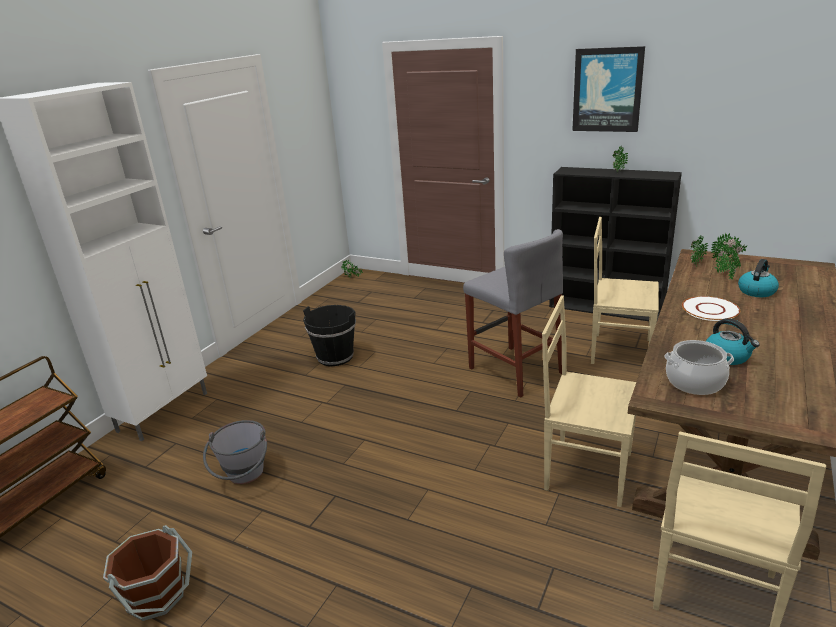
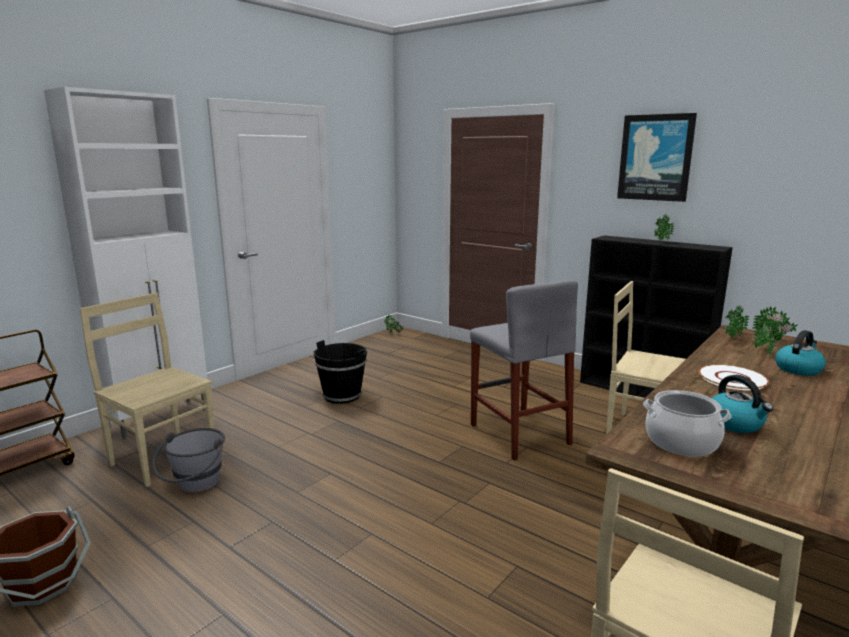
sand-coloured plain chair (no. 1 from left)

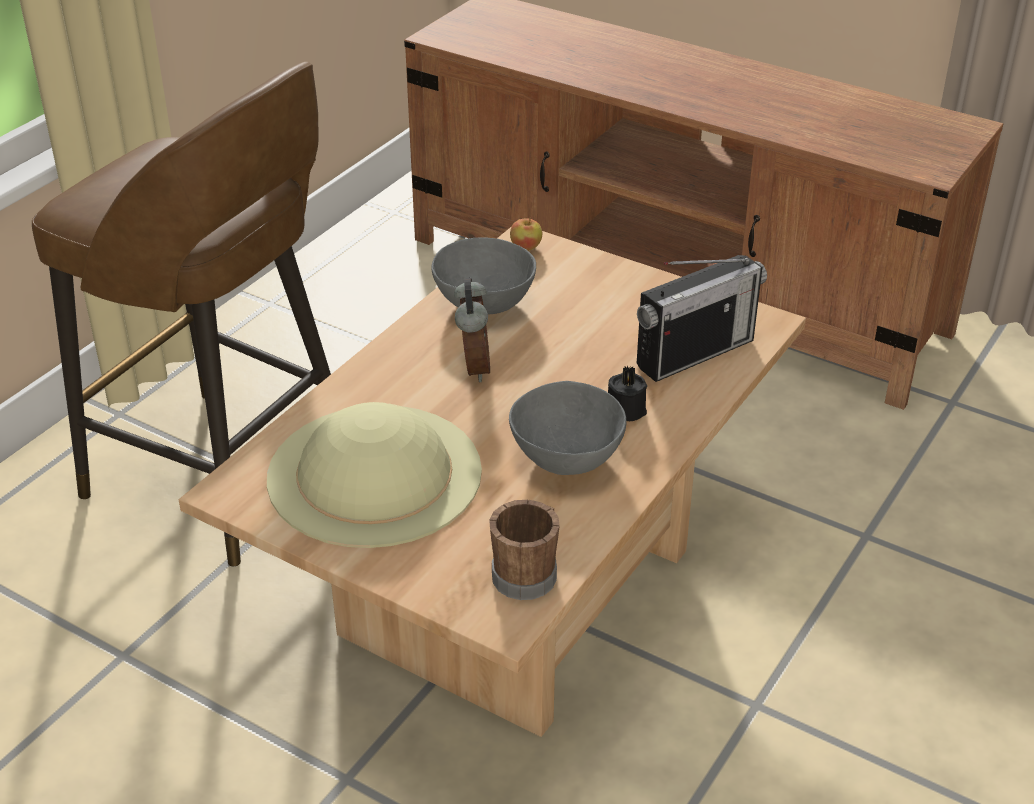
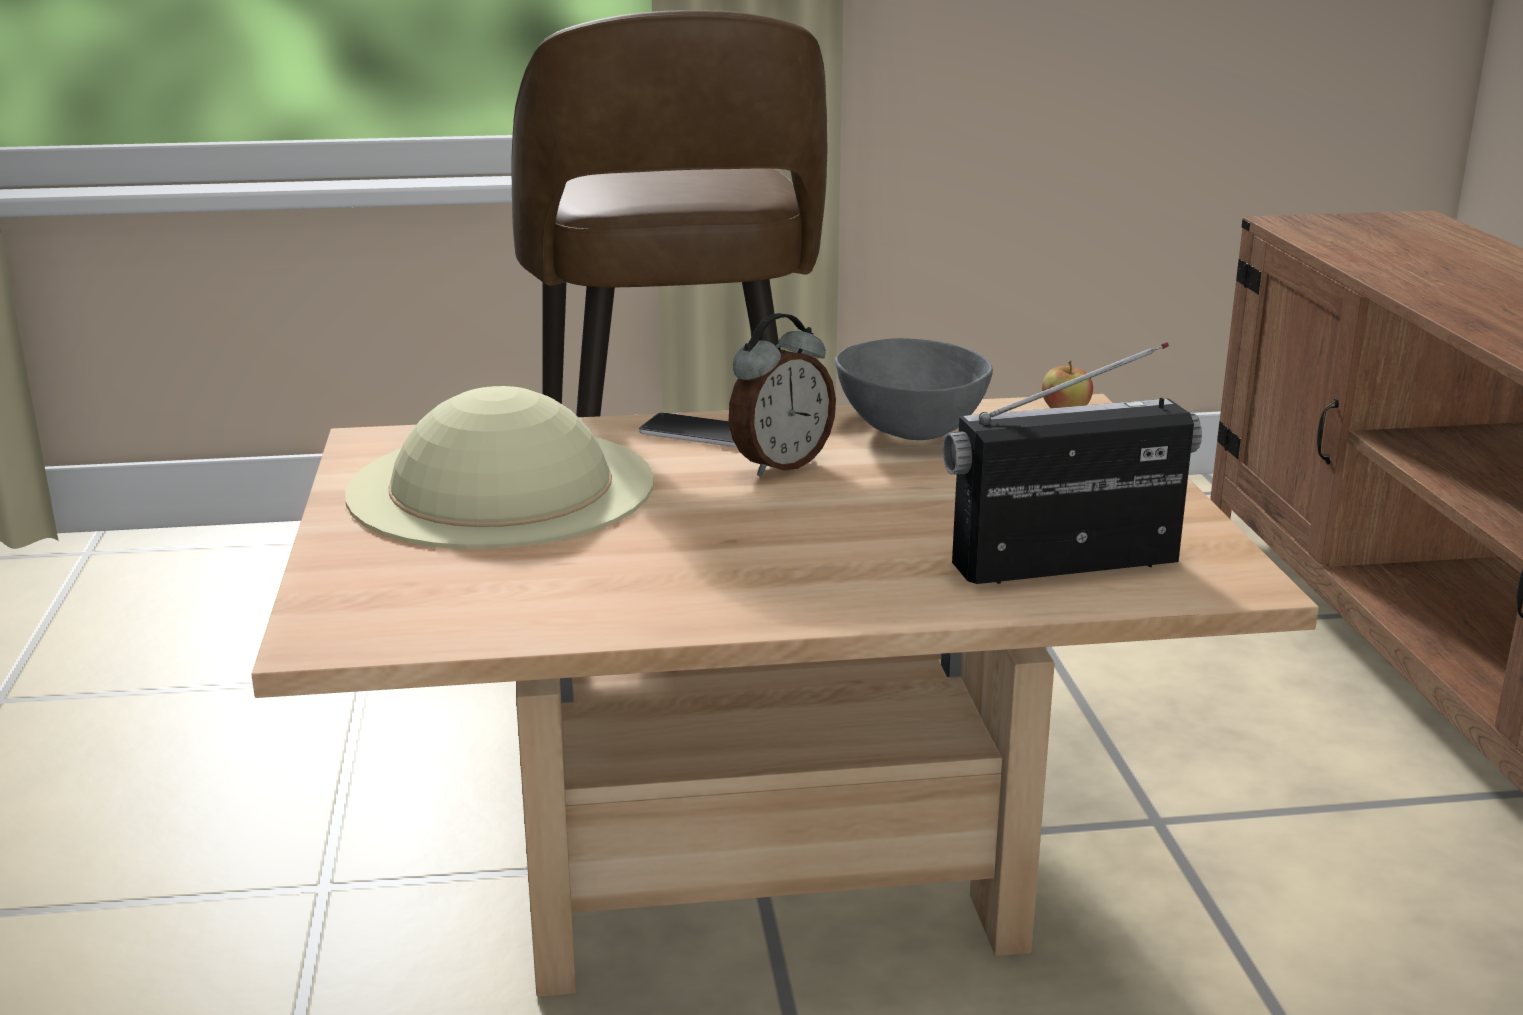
brownish mug
gray serving bowl (no. 2 from left in the first image)
black-coloured candle
handset
radio receiver

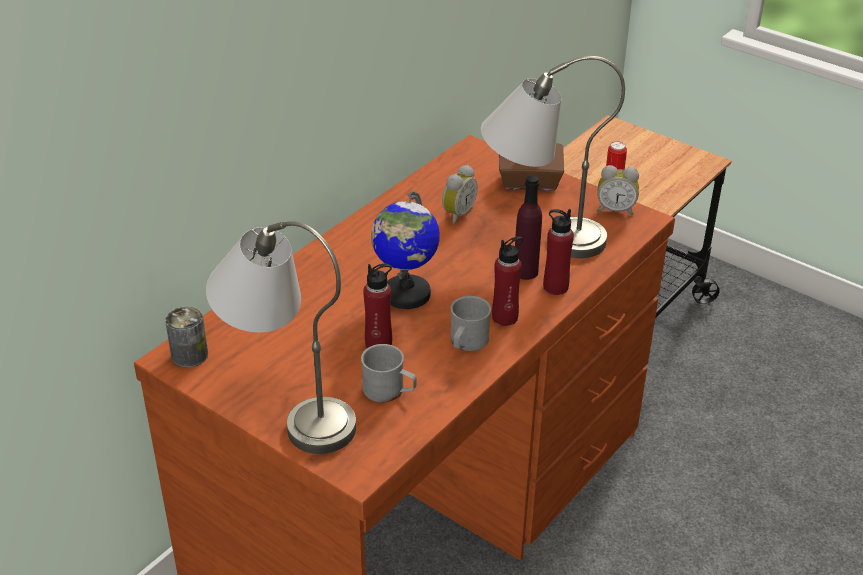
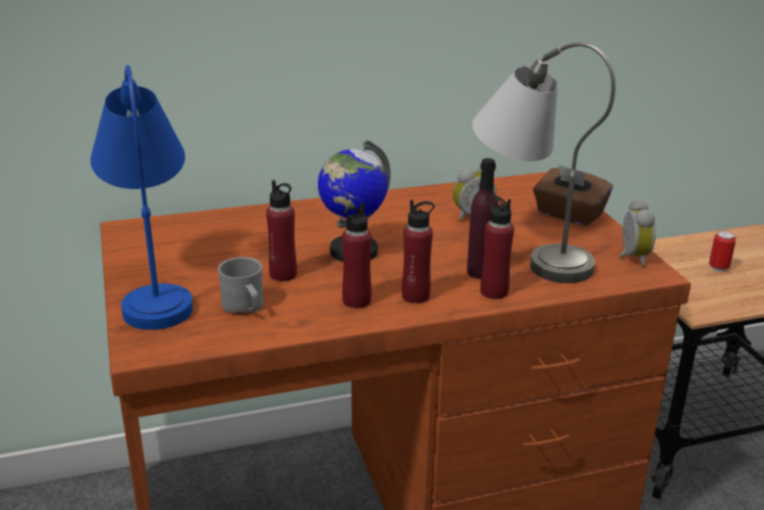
can (no. 1 from left in the first image)
red bottle (no. 2 from left)
blue-coloured table lamp
table clock (no. 2 from left)

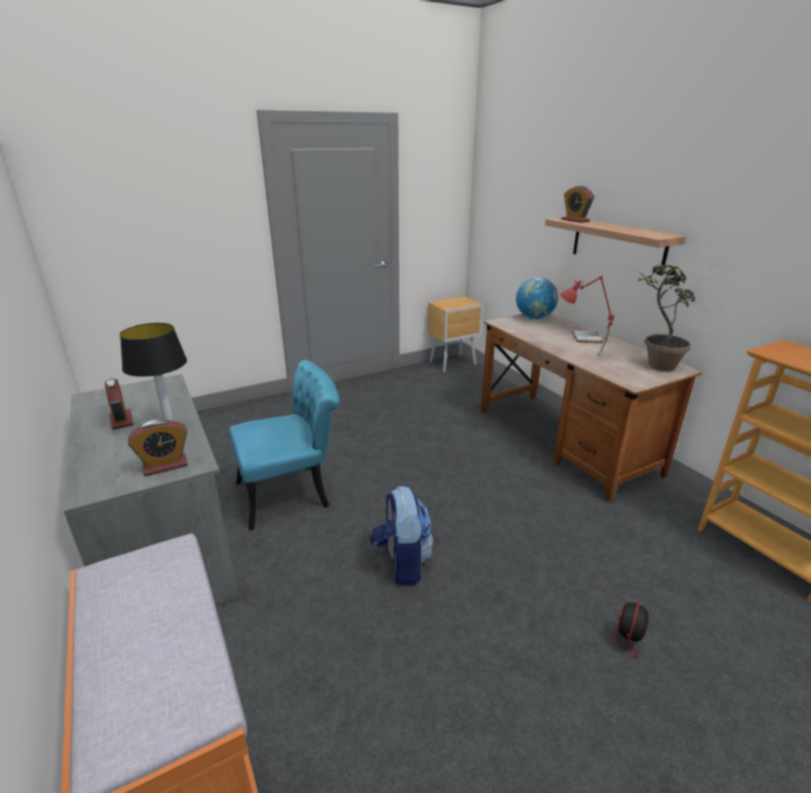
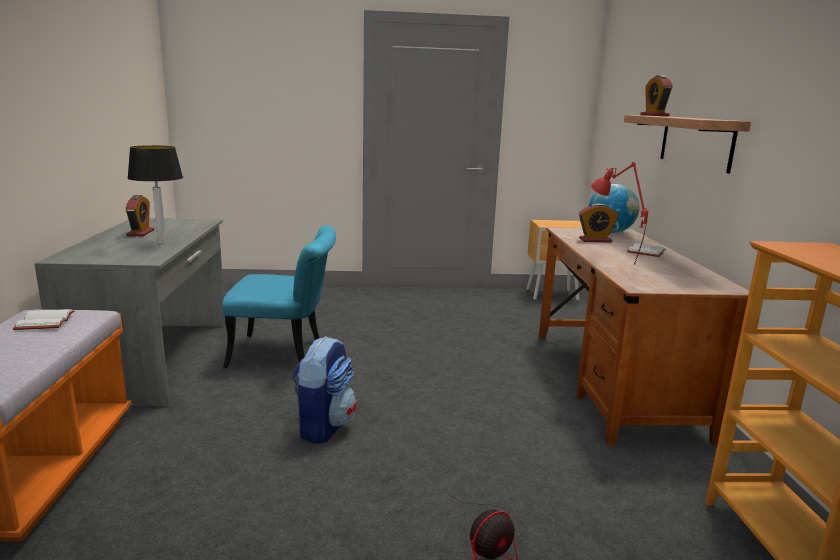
potted plant
white-coloured book (no. 1 from left)
table clock (no. 2 from left)

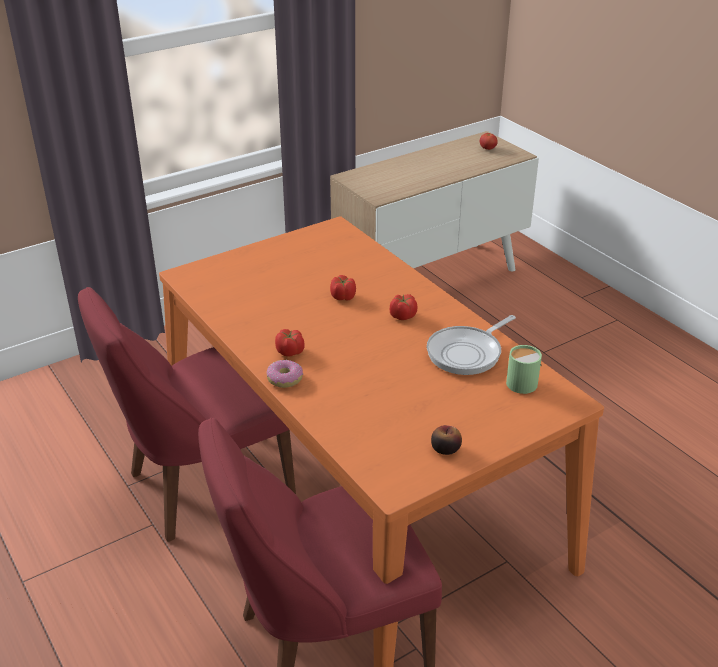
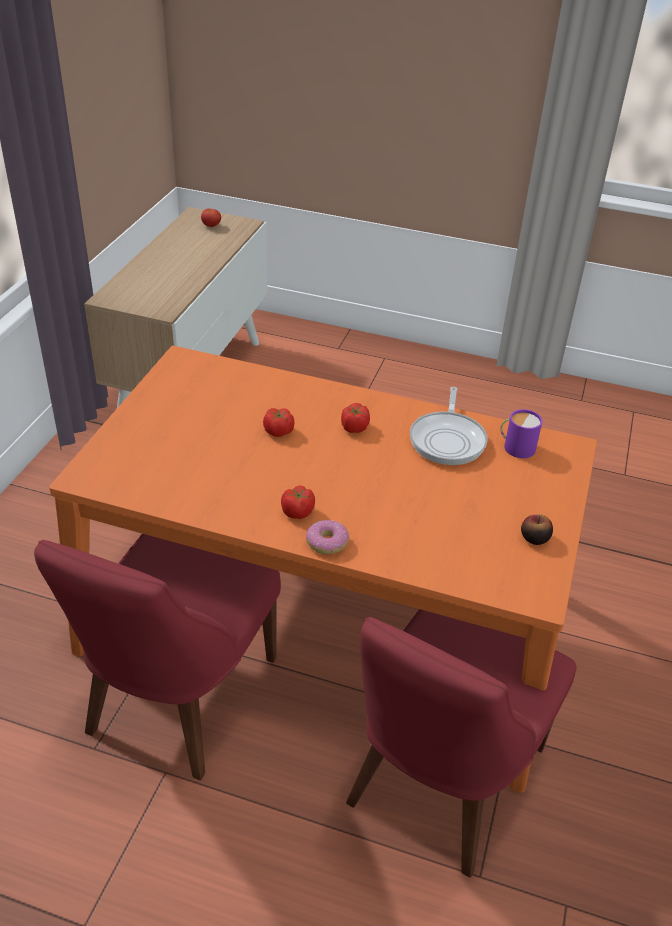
purplish mug

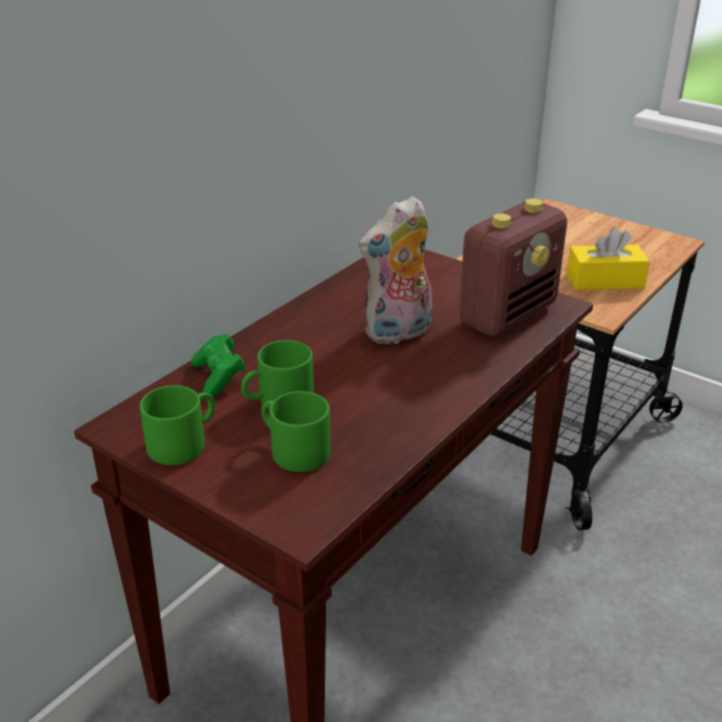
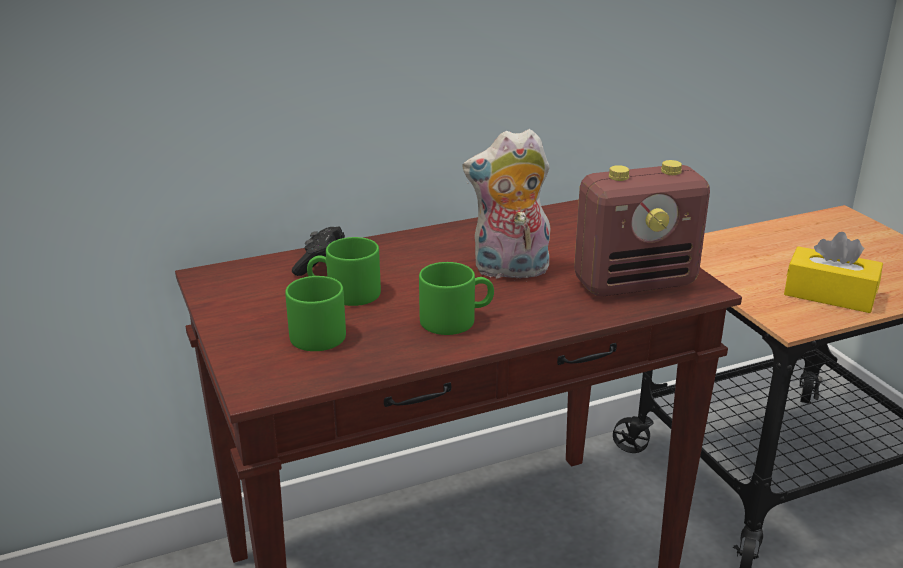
green-coloured mug (no. 3 from left)
black-coloured gamepad

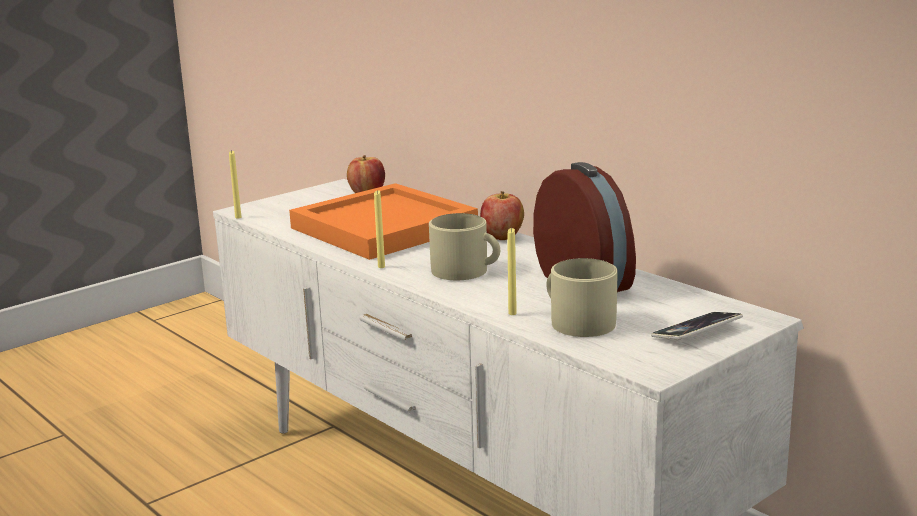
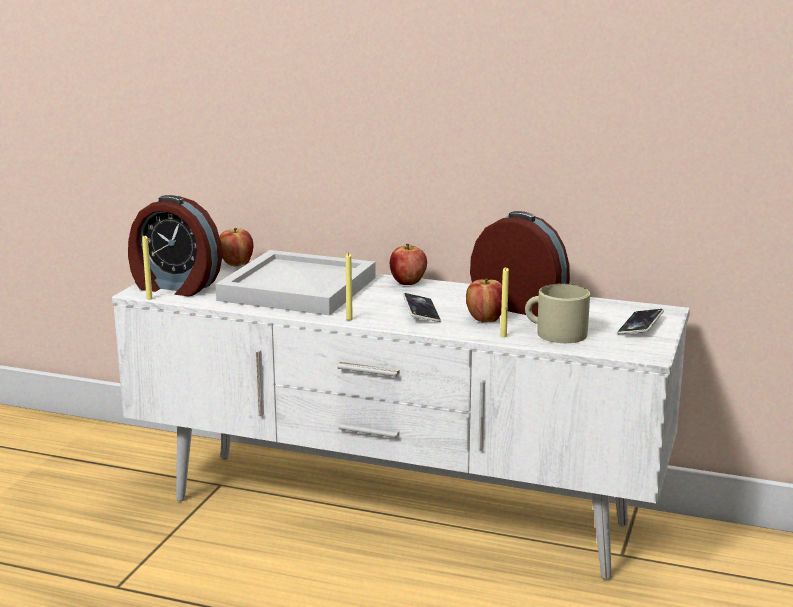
table clock (no. 1 from left)
apple fruit (no. 3 from left)
handset (no. 1 from left)
white-coloured tray

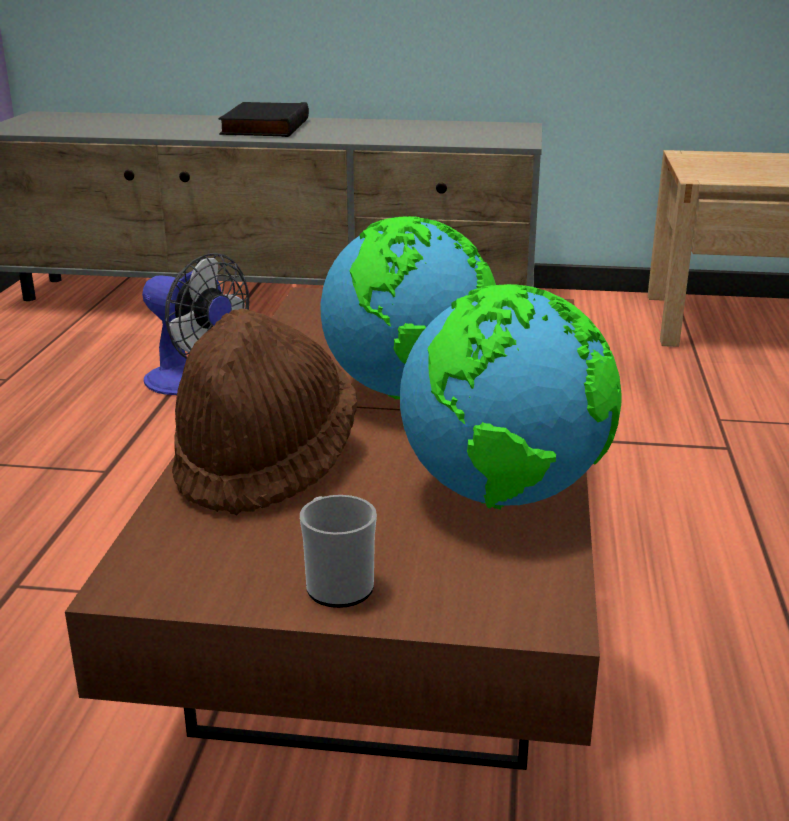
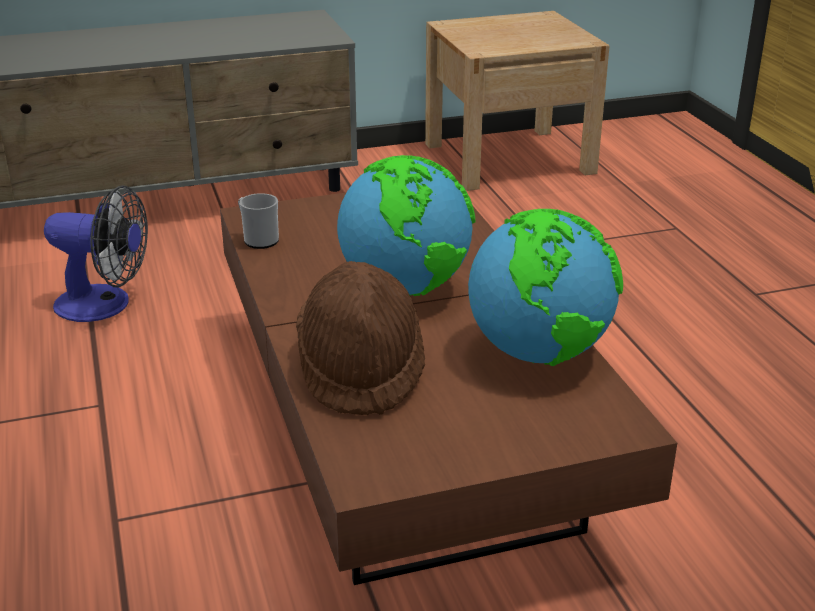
black-coloured book
mug

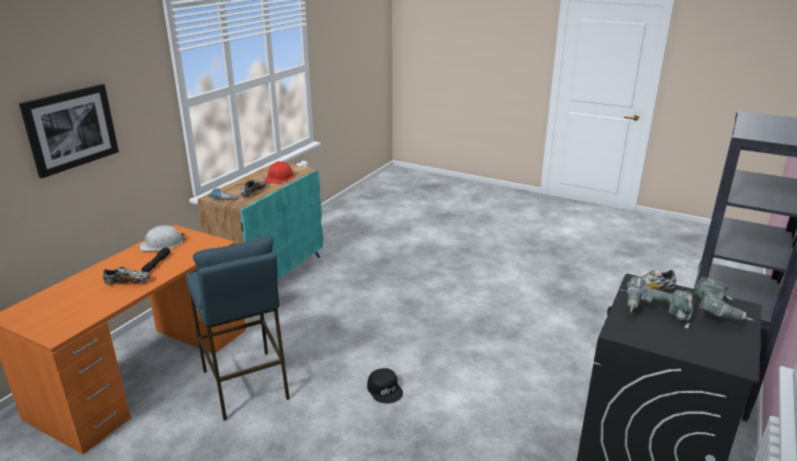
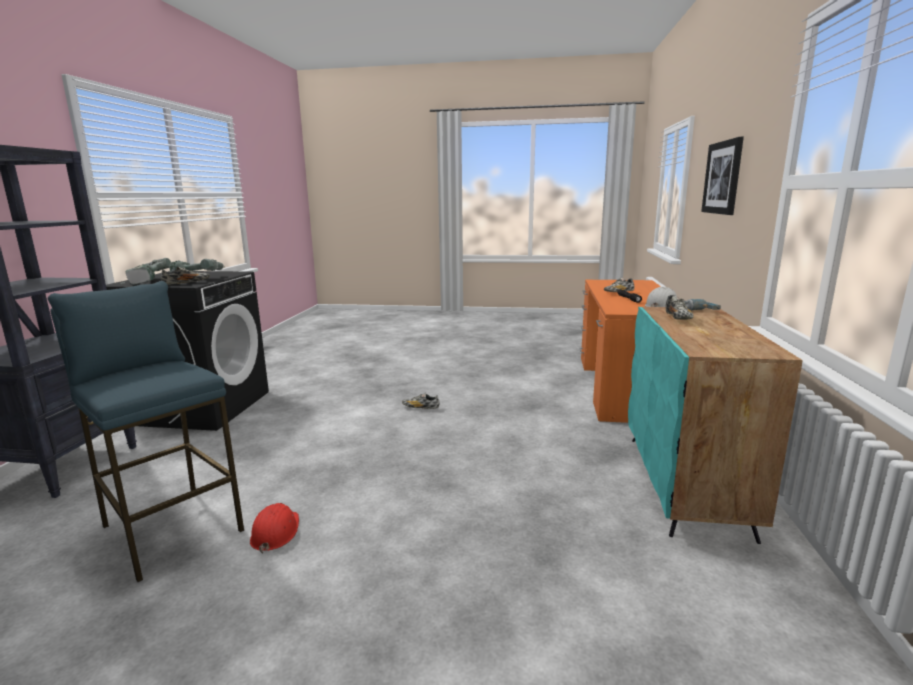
blue-coloured sitting stool
red safety helmet
shoe (no. 2 from left)

